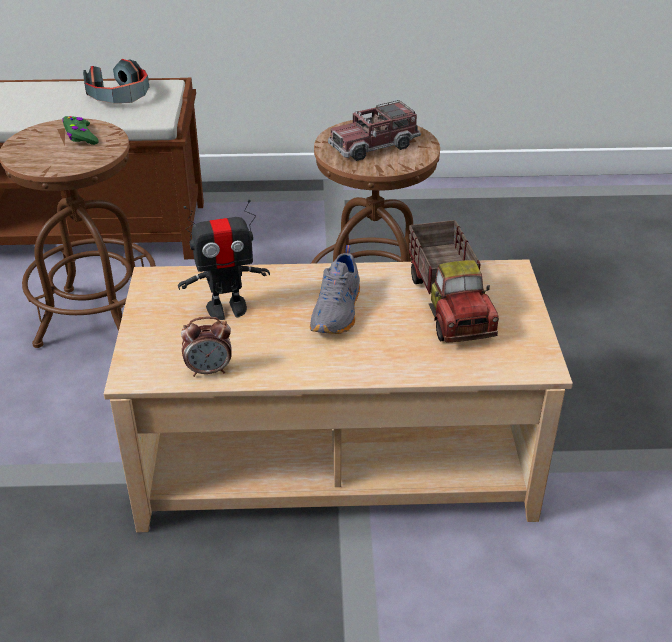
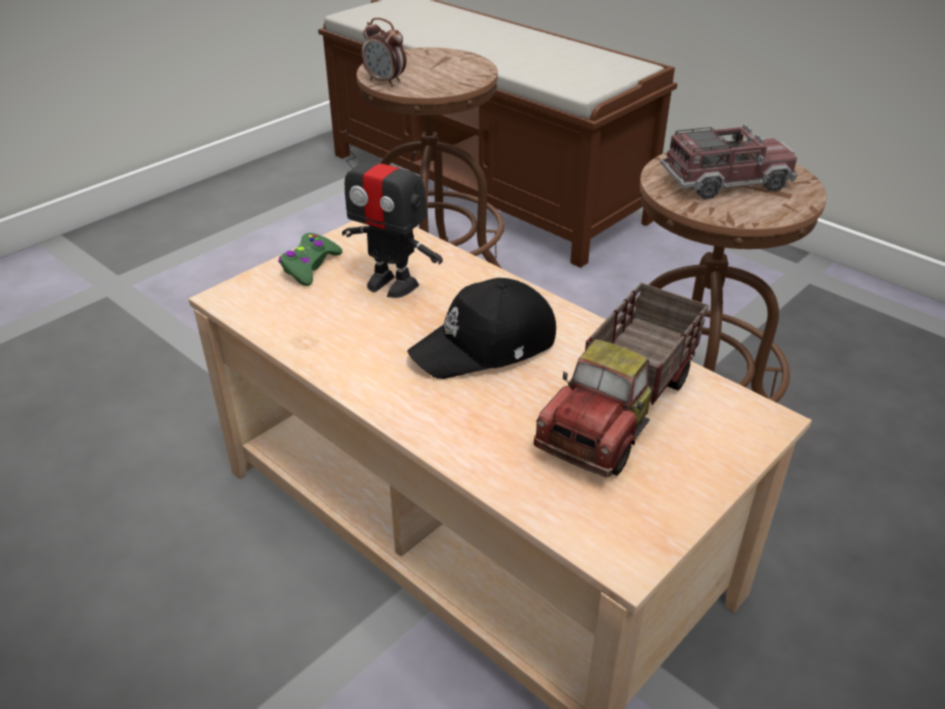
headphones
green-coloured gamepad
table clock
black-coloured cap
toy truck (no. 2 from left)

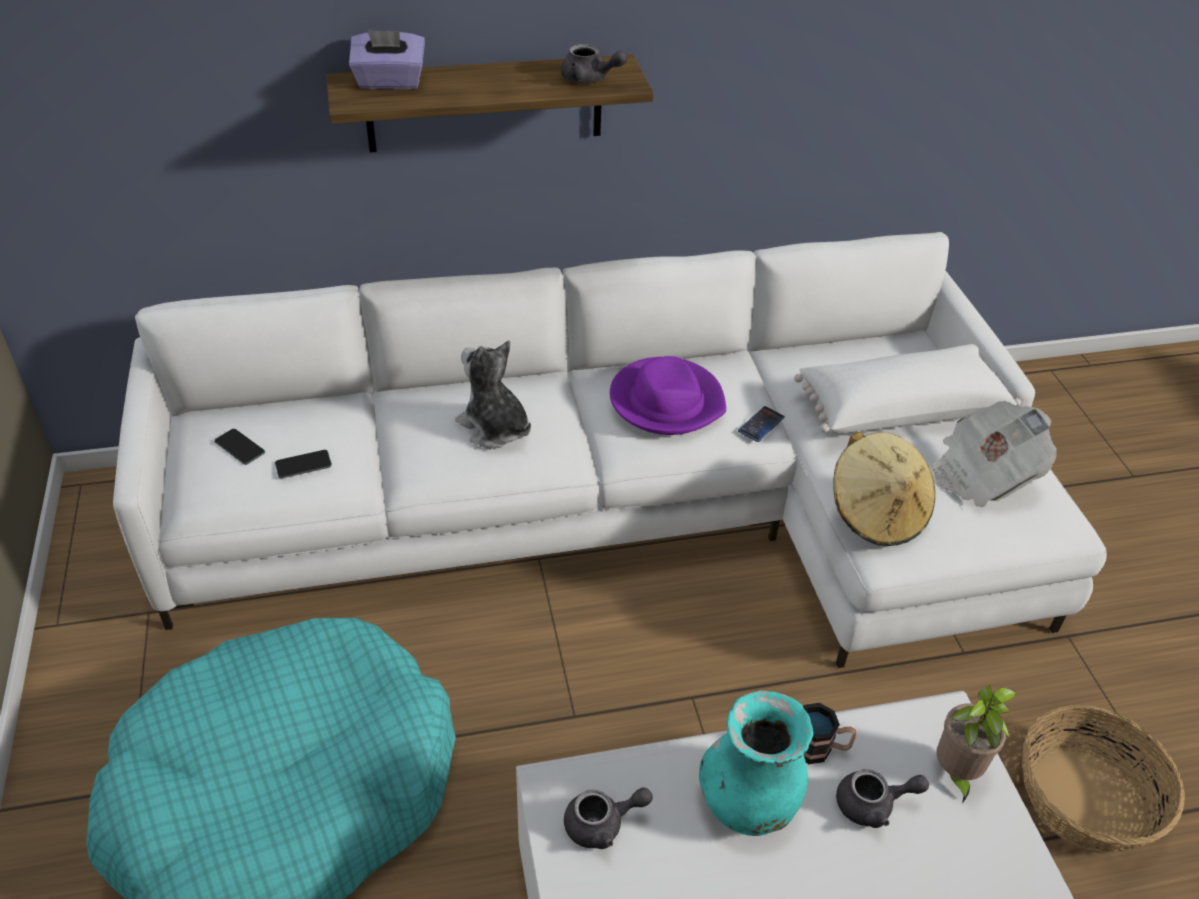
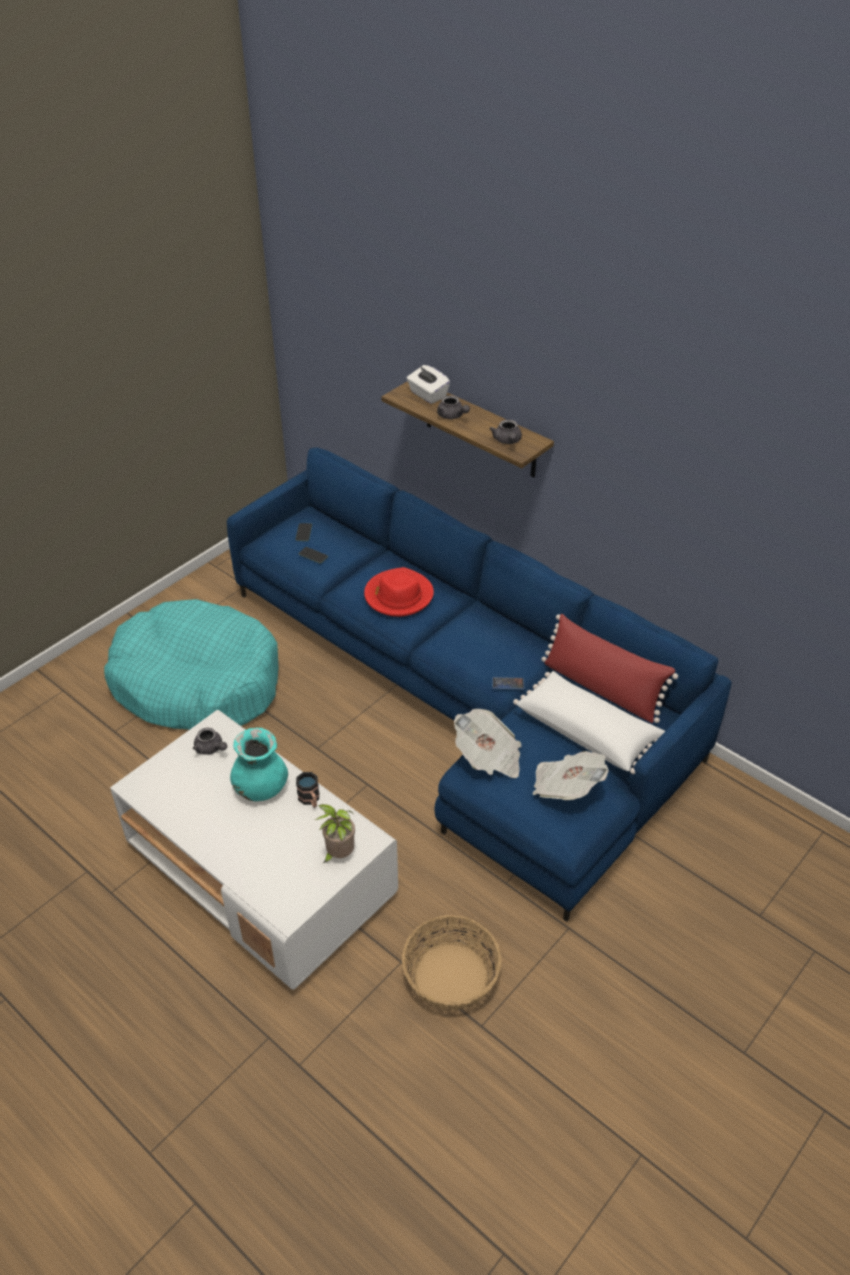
purplish clothing hat
red pillow
gray tea pot (no. 2 from left)
red clothing hat
daily paper (no. 1 from left)
blue-coloured couch
white-coloured box of tissues

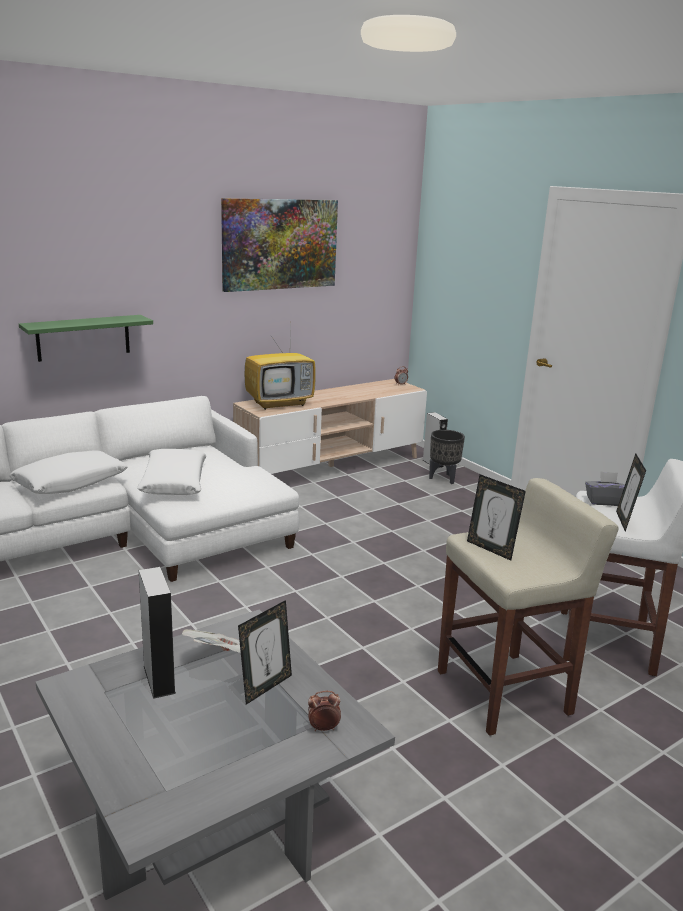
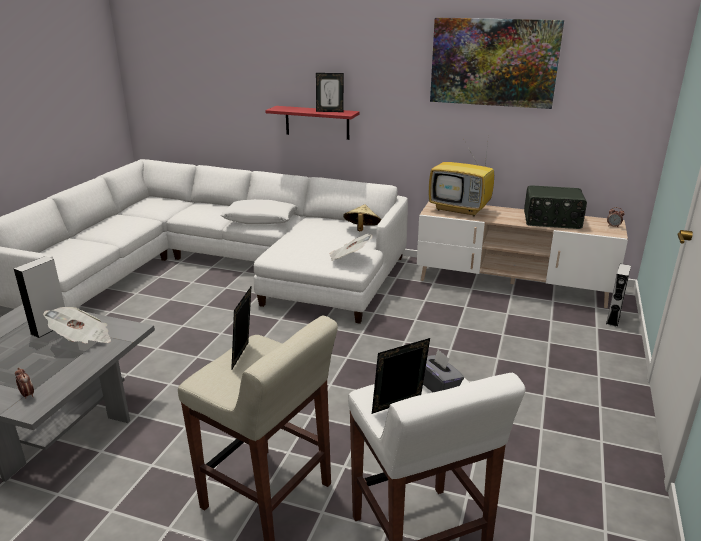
white-coloured pillow (no. 2 from left in the first image)
black-coloured flower pot
daily paper (no. 2 from left)
sand-coloured clothing hat
radio receiver
standing frame (no. 2 from left)
red bracket shelf

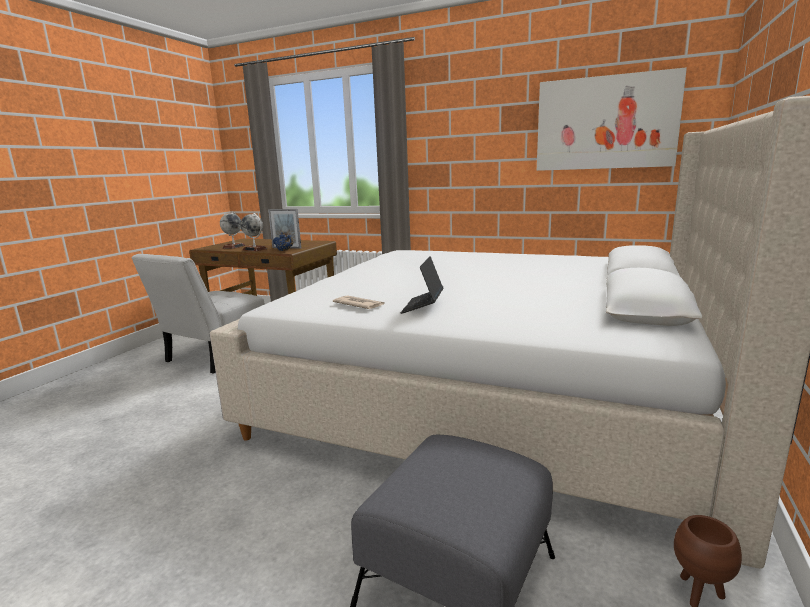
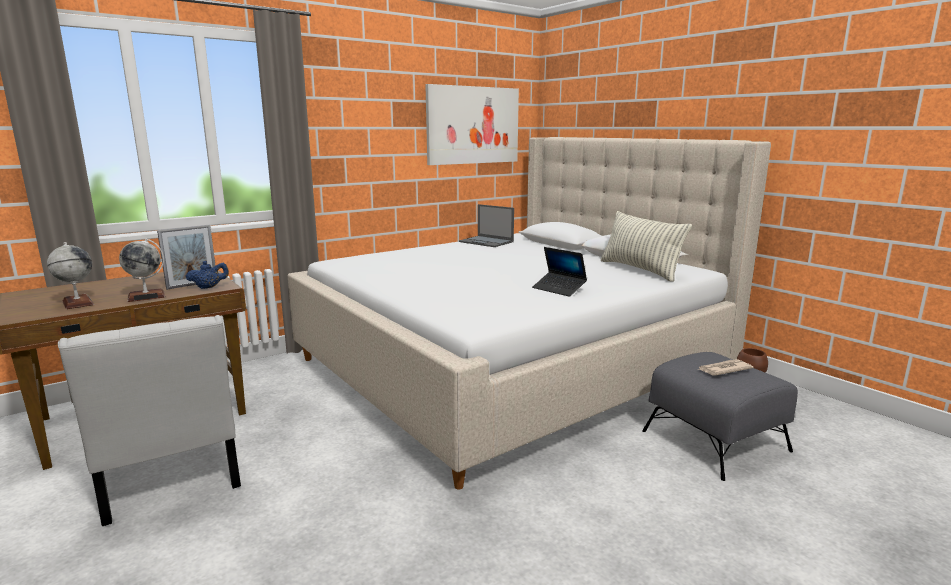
laptop (no. 1 from left)
pillow
daily paper

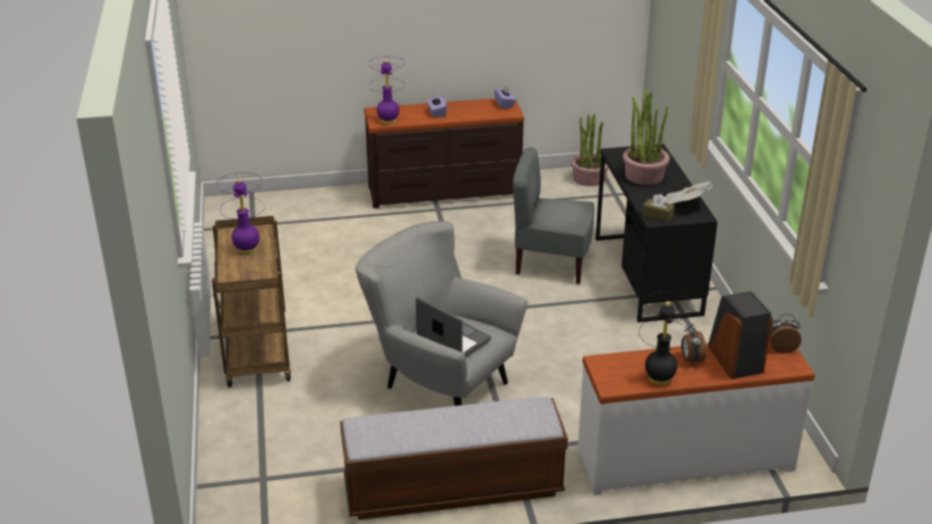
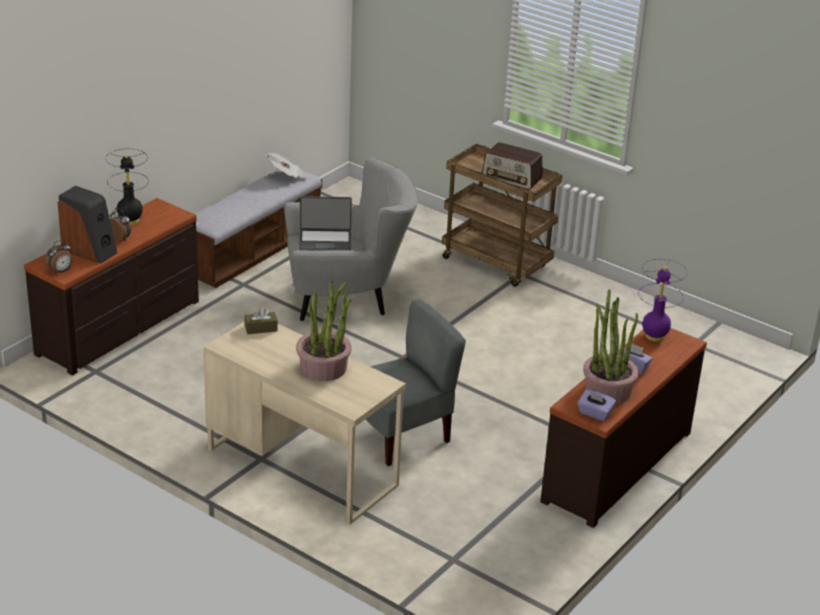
potted plant (no. 2 from left)
daily paper
radio receiver
brownish dresser (no. 1 from left)
sand-coloured desk

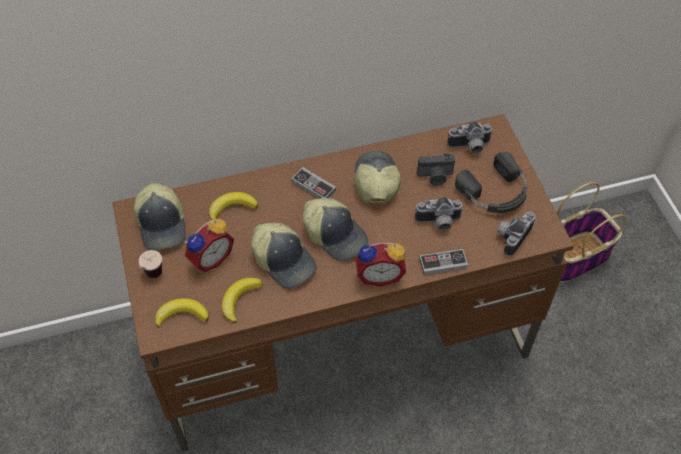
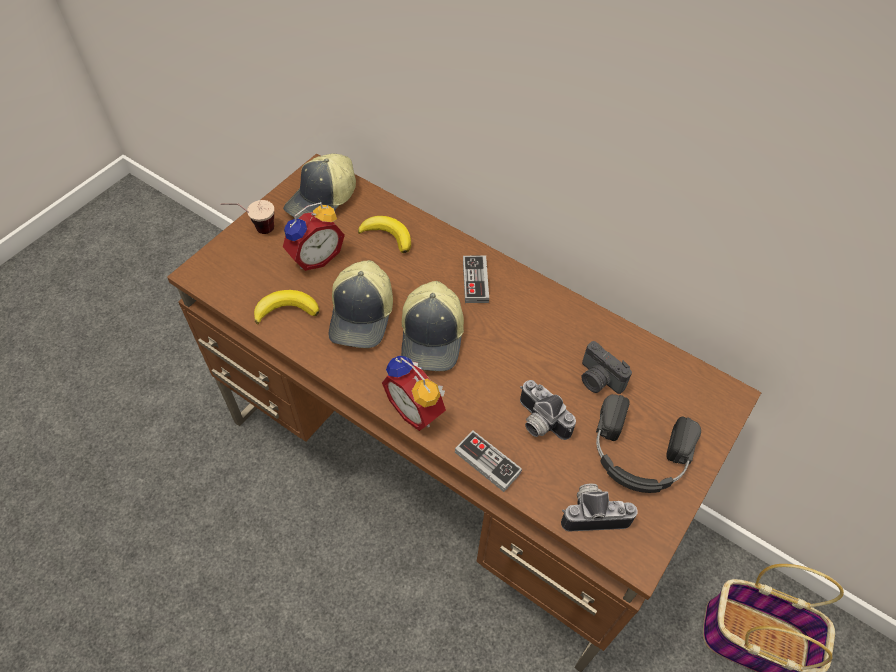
banana fruit (no. 1 from left in the first image)
cap (no. 4 from left in the first image)
still camera (no. 3 from left in the first image)
table clock (no. 1 from left)

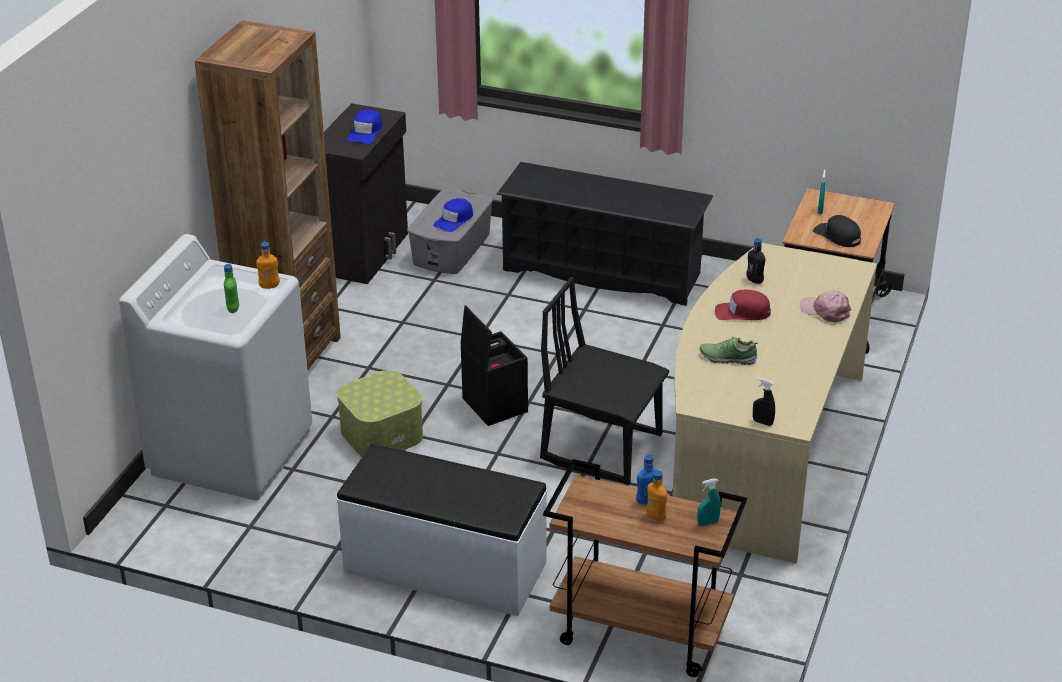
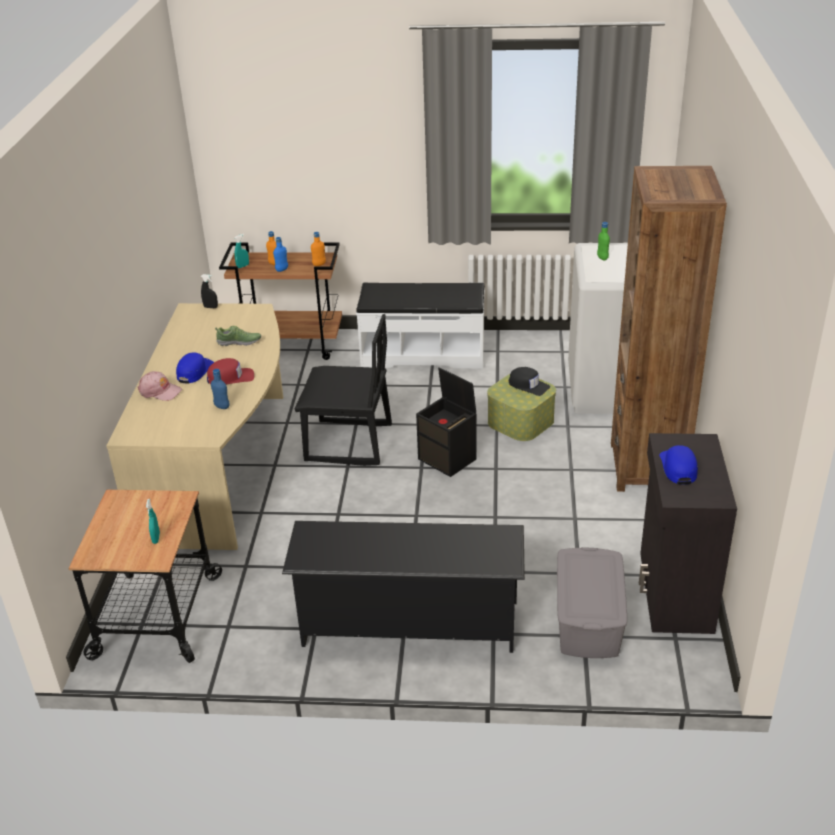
orangey bottle (no. 2 from left)
blue-coloured cap (no. 1 from left)
black-coloured cap
blue-coloured bottle (no. 1 from left)

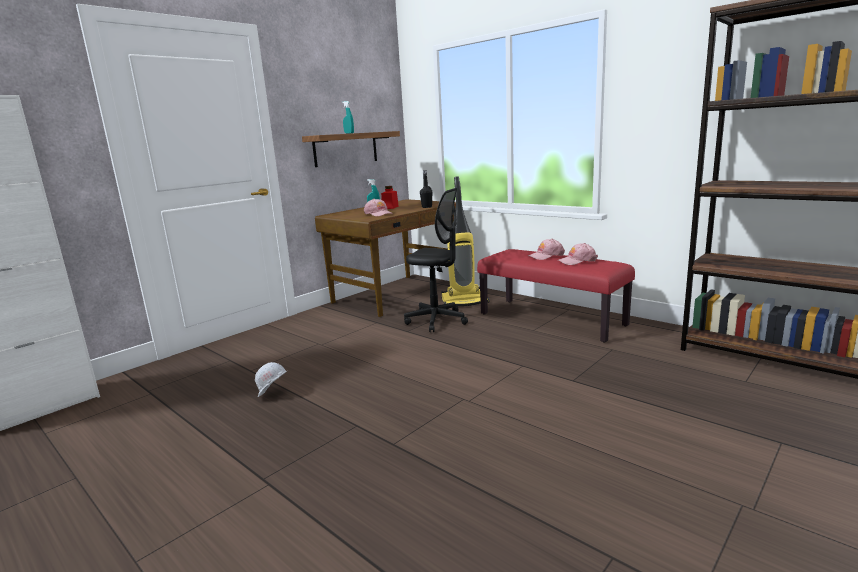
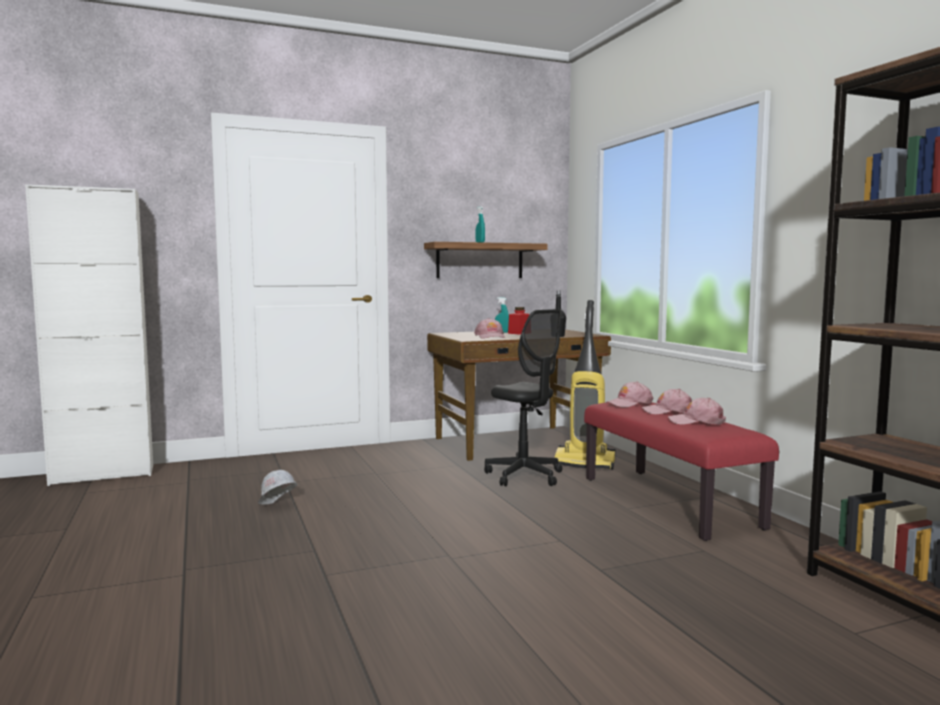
pink-coloured cap (no. 2 from left)

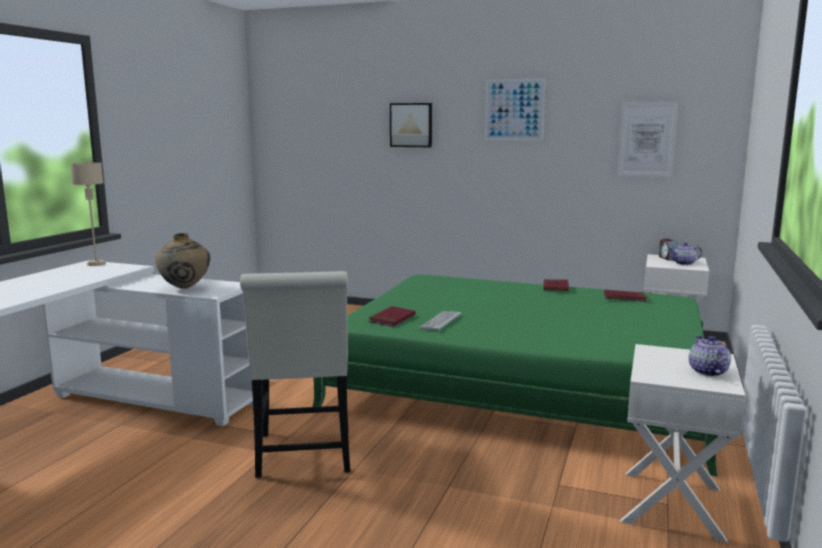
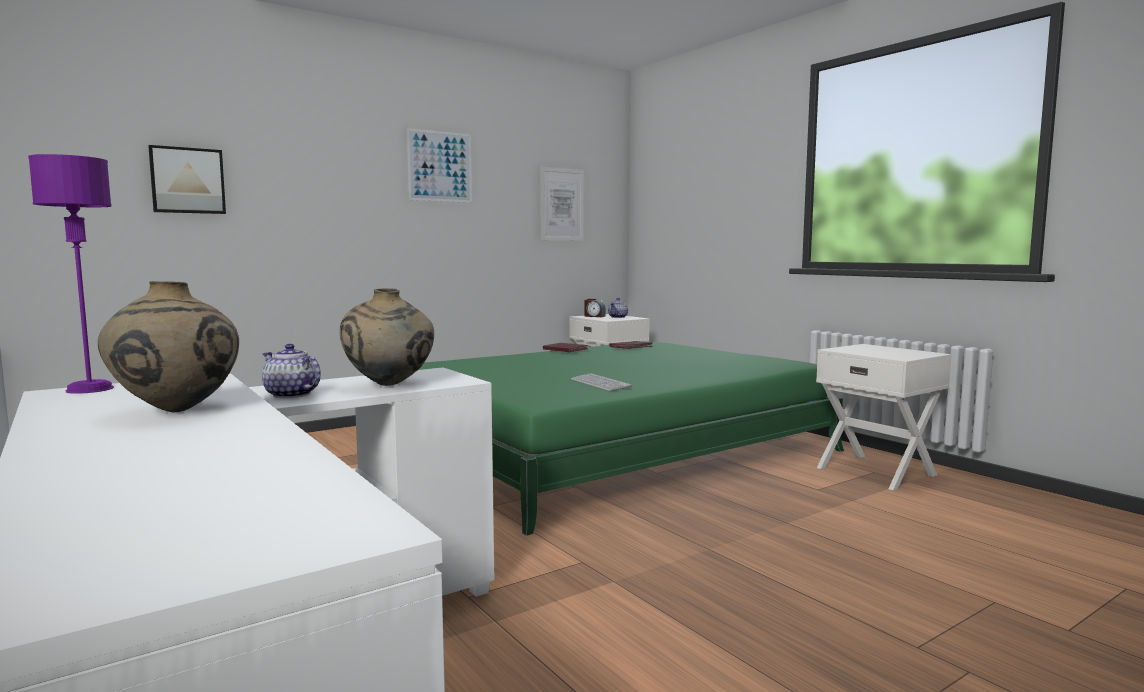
white-coloured plain chair
red book (no. 1 from left in the first image)
sand-coloured decorative vase (no. 1 from left)
wall art (no. 1 from left)
tea pot (no. 1 from left)
purplish table lamp

